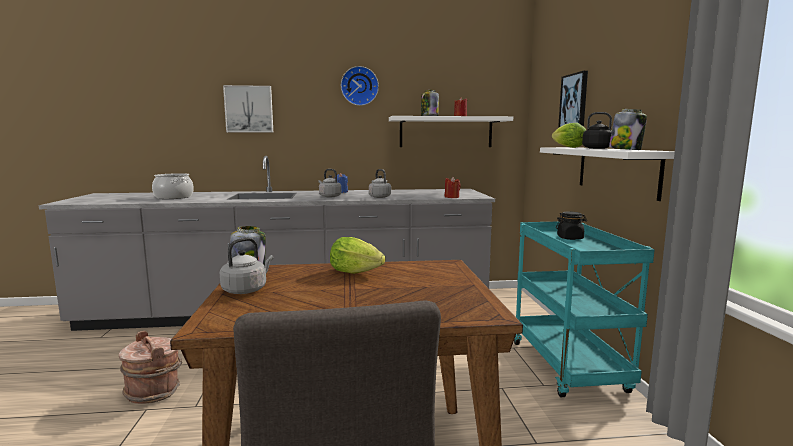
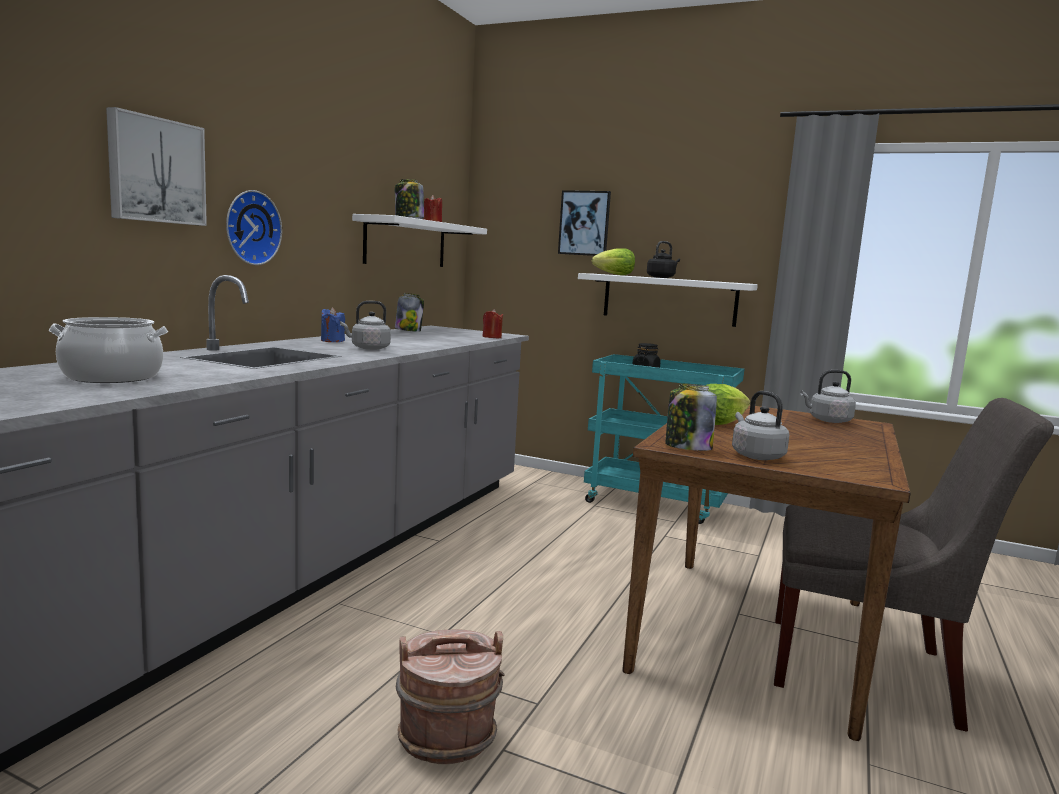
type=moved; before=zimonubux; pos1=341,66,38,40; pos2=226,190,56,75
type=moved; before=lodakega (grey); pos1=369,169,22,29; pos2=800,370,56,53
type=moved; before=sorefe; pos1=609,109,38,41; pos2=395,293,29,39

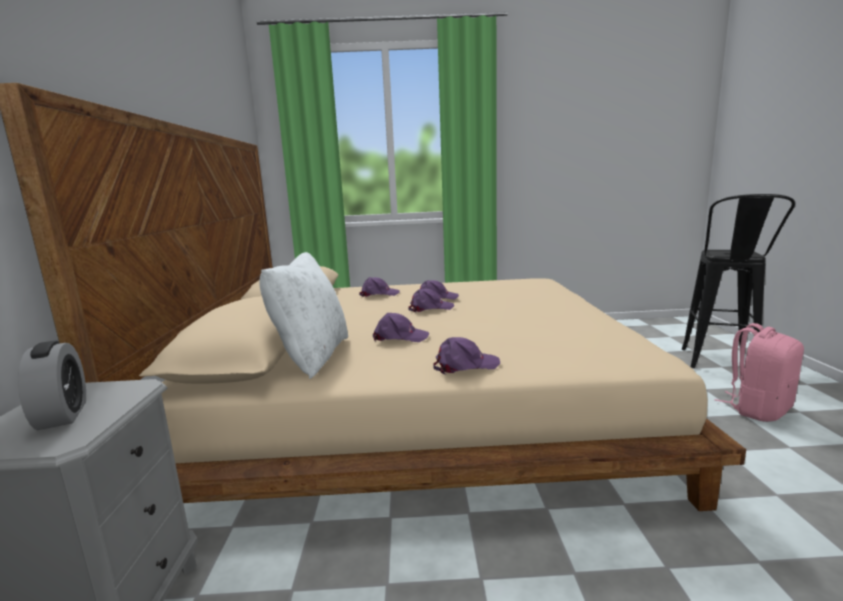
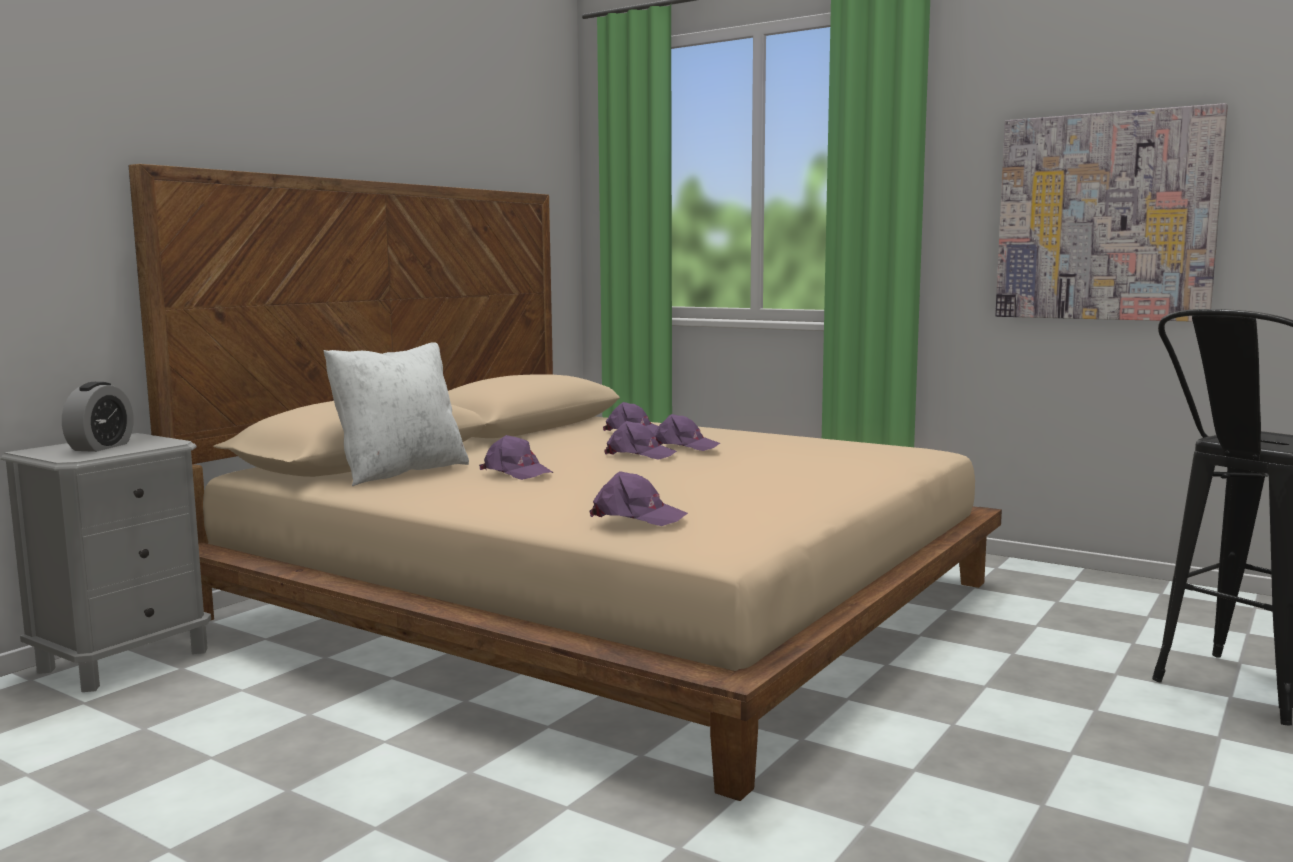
type=moved; before=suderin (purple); pos1=433,337,67,37; pos2=589,471,99,55
type=removed; before=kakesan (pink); pos1=714,323,90,99
type=added; after=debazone; pos2=995,103,233,219

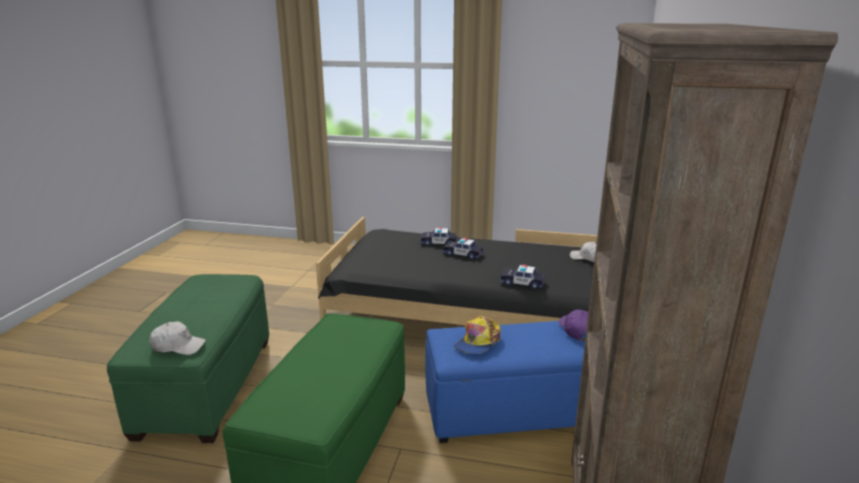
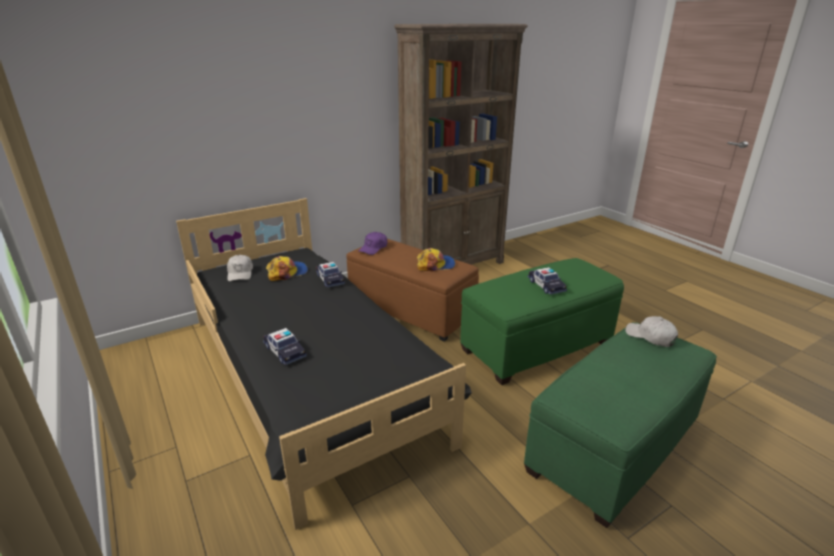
type=recoloured; before=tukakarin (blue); after=tukakarin (brown); pos1=425,321,161,122; pos2=346,239,133,103
type=moved; before=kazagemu; pos1=443,238,41,21; pos2=528,267,39,28
type=added; after=suderin; pos2=266,256,42,25

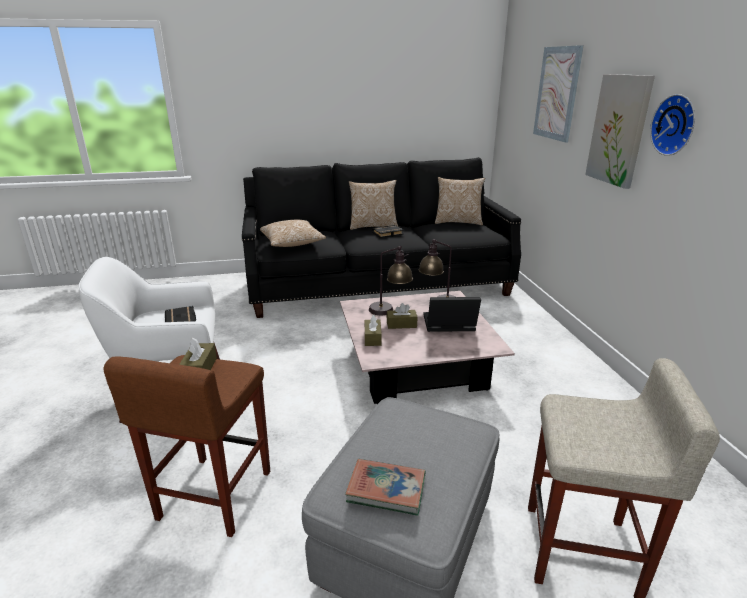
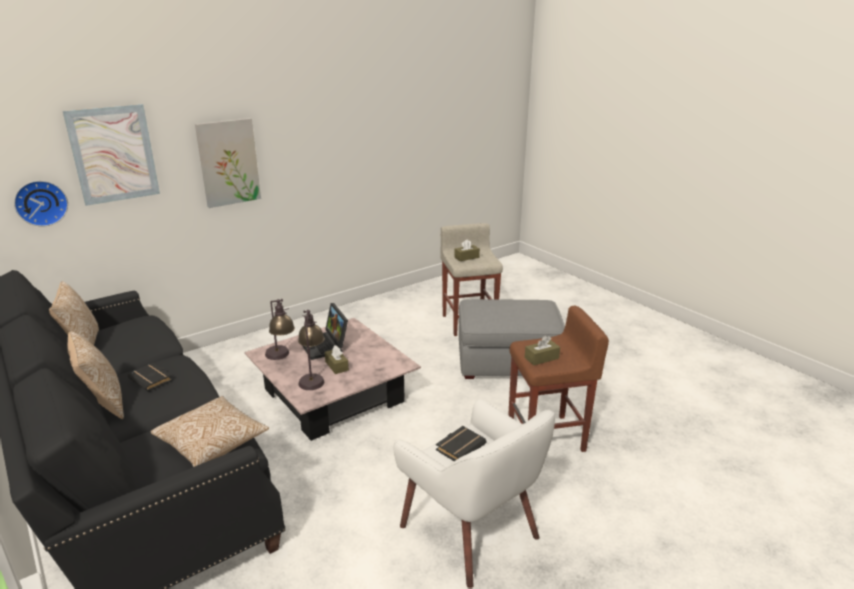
type=removed; before=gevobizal; pos1=345,459,80,57
type=moved; before=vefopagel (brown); pos1=365,315,17,31; pos2=454,239,26,22
type=moved; before=zimonubux; pos1=650,94,45,62; pos2=14,181,54,45

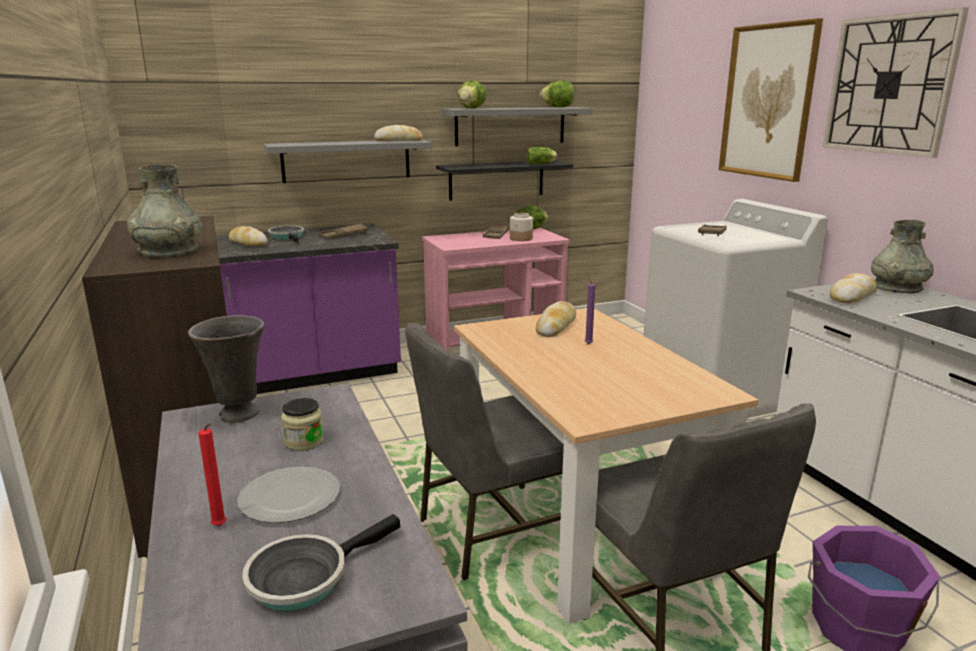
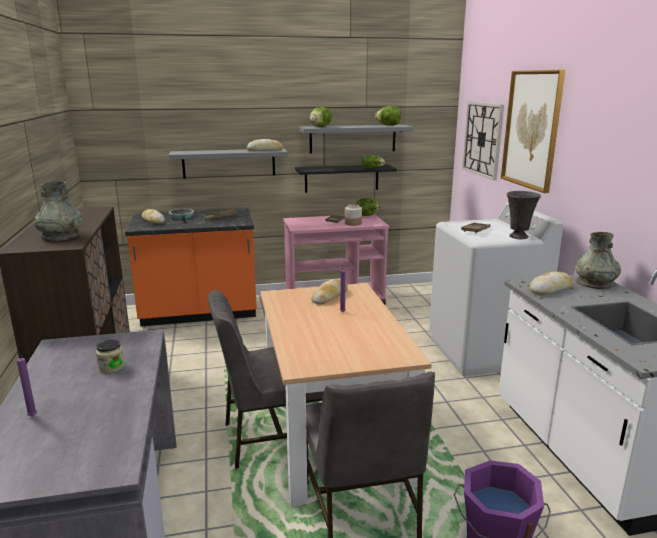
type=moved; before=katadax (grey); pos1=188,315,77,108; pos2=507,191,34,48
type=recoloured; before=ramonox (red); after=ramonox (purple); pos1=198,423,29,103; pos2=17,355,20,62
type=recoloured; before=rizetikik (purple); after=rizetikik (orange); pos1=216,224,185,170; pos2=125,208,132,118
type=removed; before=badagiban; pos1=237,467,103,56
type=removed; before=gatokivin; pos1=242,514,158,98
type=moved; before=zimonubux; pos1=823,7,146,151; pos2=462,102,42,78

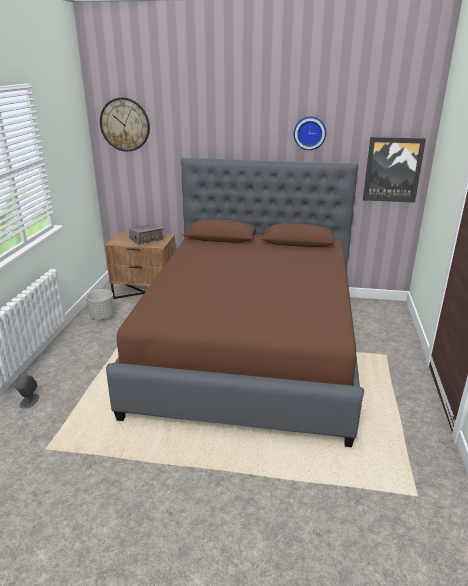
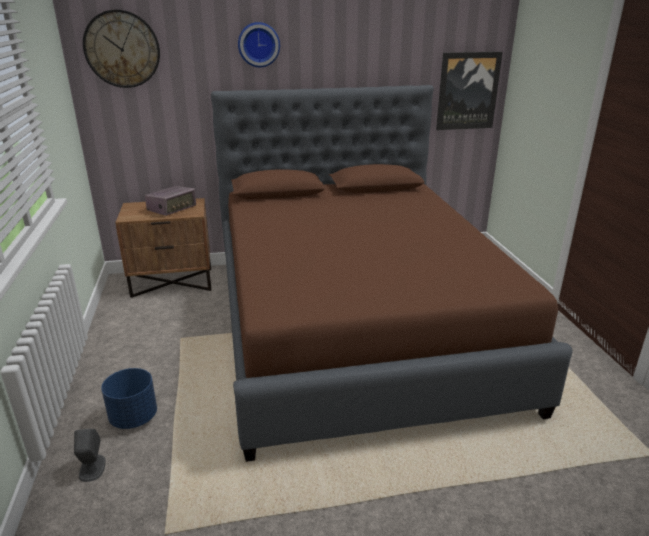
type=removed; before=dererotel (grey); pos1=86,289,29,30
type=moved; before=zimonubux; pos1=294,116,32,34; pos2=238,22,42,45
type=added; after=dererotel (blue); pos2=101,368,56,61

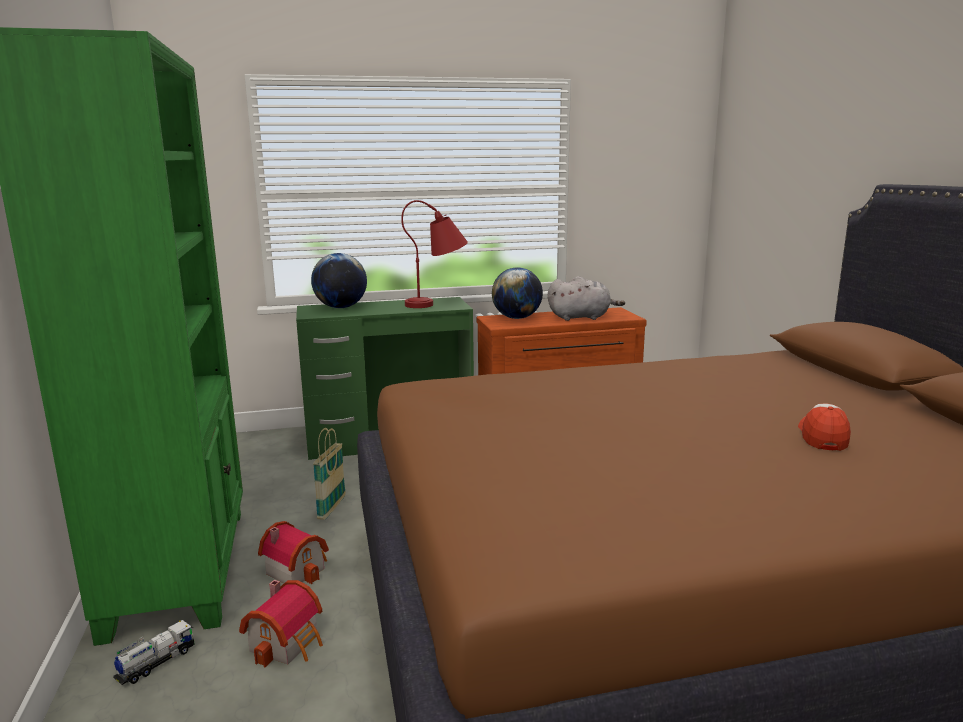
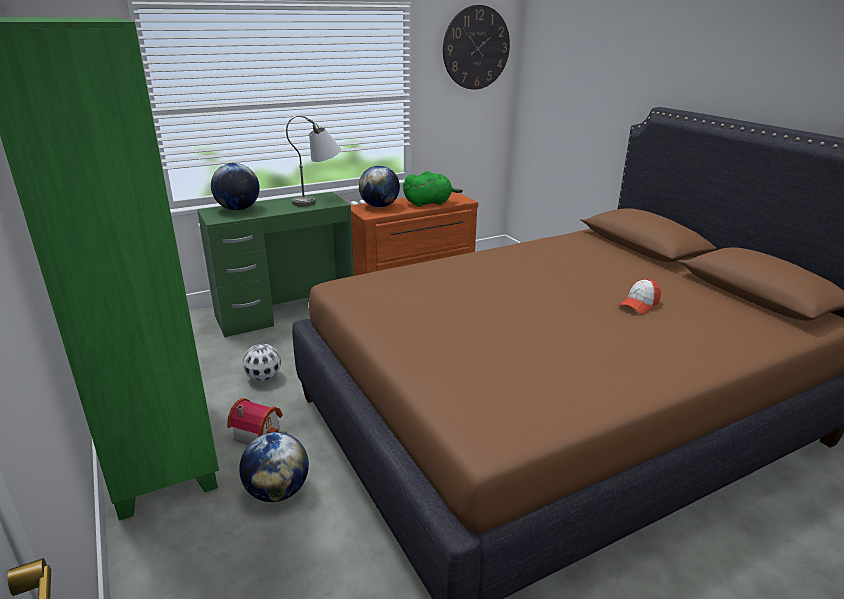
type=removed; before=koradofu; pos1=113,620,82,65
type=replaced; before=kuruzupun; after=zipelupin; pos1=239,580,84,87; pos2=239,432,70,70
type=replaced; before=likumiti; after=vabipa; pos1=313,428,33,92; pos2=242,344,39,37
type=recoloured; before=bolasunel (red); after=bolasunel (grey); pos1=401,200,67,108; pos2=286,115,55,92
type=recoloured; before=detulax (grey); after=detulax (green); pos1=548,276,77,45; pos2=403,171,60,36
type=turned; before=suderin; pos1=798,404,53,47; pos2=619,279,42,35; turn=-135
type=added; after=zimonubux; pos2=443,5,67,85

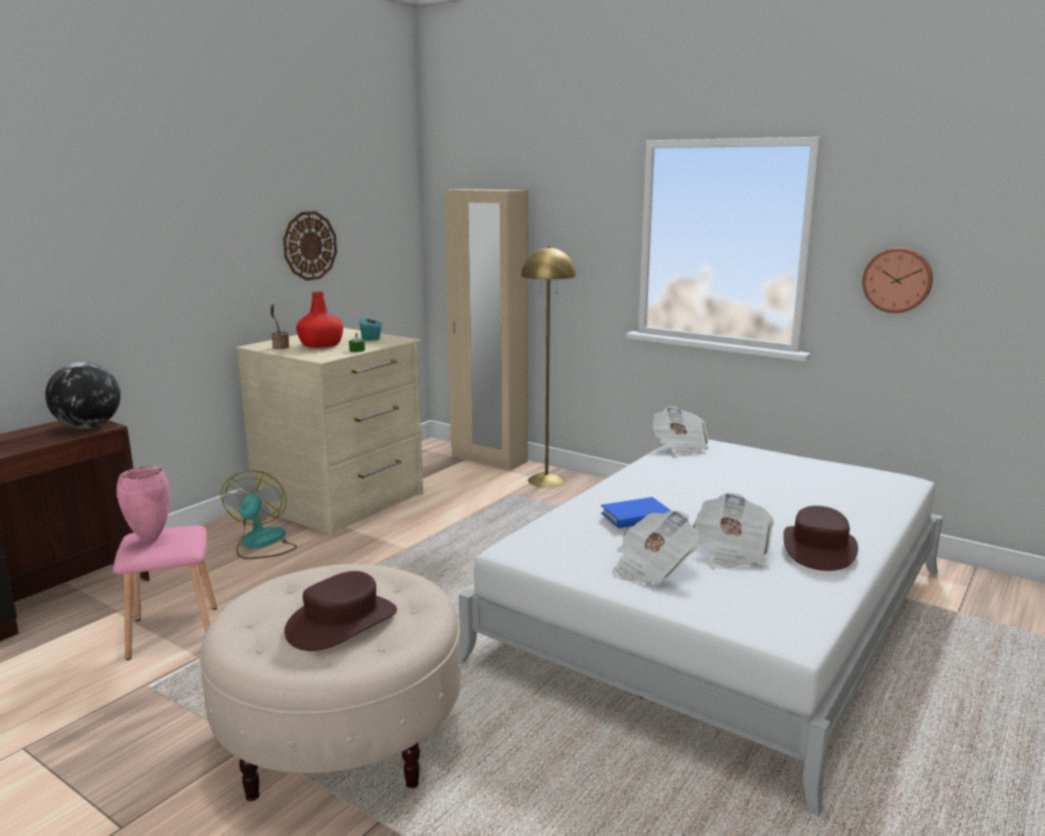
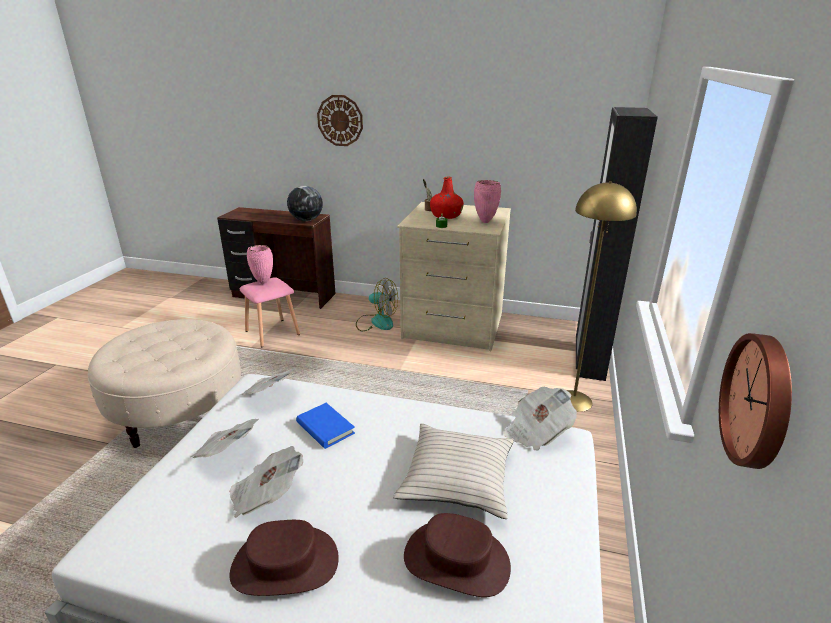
type=turned; before=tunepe; pos1=221,470,76,89; pos2=356,278,42,53; turn=45
type=moved; before=zimonubux; pos1=283,211,54,70; pos2=317,95,46,51
type=moved; before=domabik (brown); pos1=284,571,113,80; pos2=404,513,107,84
type=replaced; before=vefopagel (turquoise); after=katadax (pink); pos1=360,313,22,27; pos2=474,180,27,43
type=recoloured; before=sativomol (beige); after=sativomol (black); pos1=444,189,84,281; pos2=576,107,82,274
type=added; after=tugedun; pos2=240,368,56,28
type=added; after=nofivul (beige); pos2=393,423,121,96

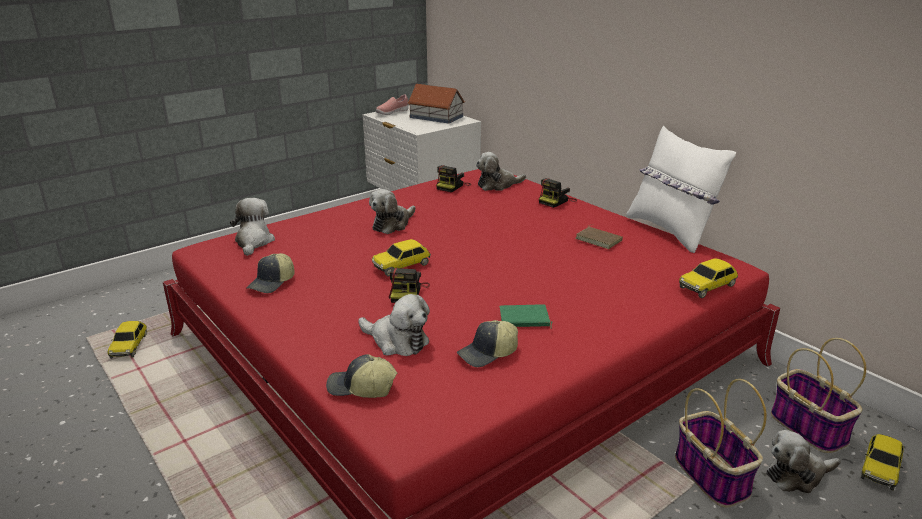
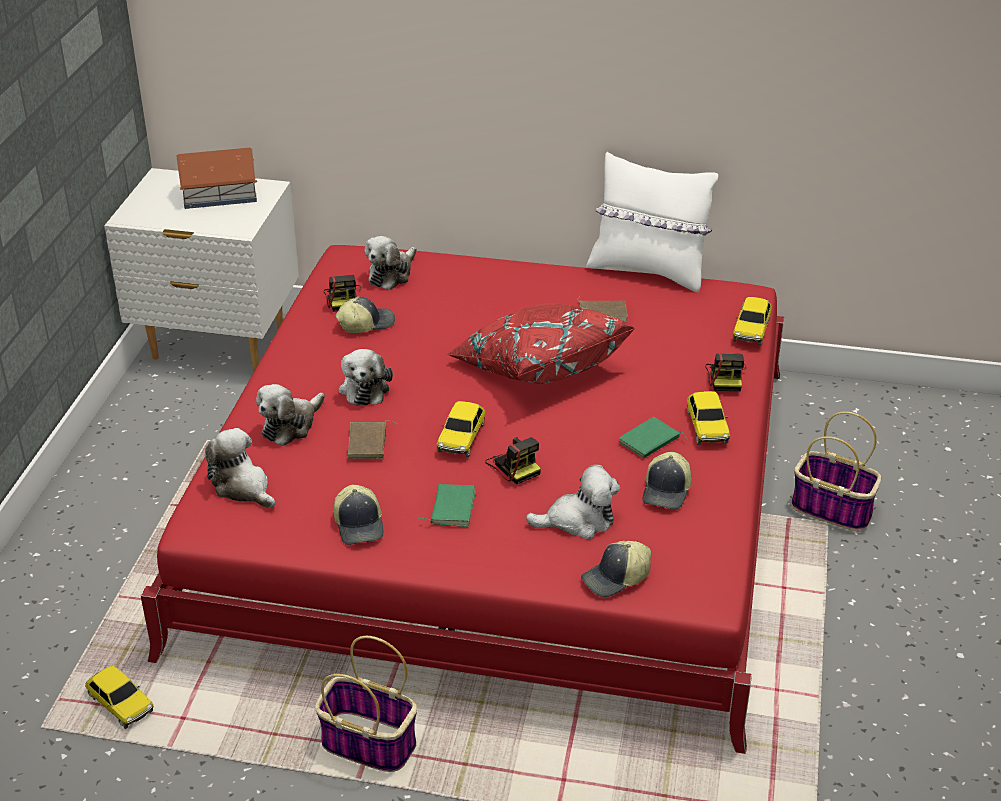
type=removed; before=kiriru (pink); pos1=376,94,33,21
type=moved; before=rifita; pos1=539,178,38,30; pos2=705,353,41,38
type=moved; before=detulax; pos1=766,430,75,63; pos2=256,384,69,62
type=moved; before=likumiti; pos1=771,338,95,115; pos2=315,636,102,136
type=moved; before=kazagemu; pos1=861,434,43,56; pos2=687,391,43,54
type=added; after=suderin; pos2=335,296,60,37
type=added; after=gevobizal (brown); pos2=347,420,51,39
type=added; after=gevobizal (green); pos2=419,484,57,43
type=added; after=nofivul (red); pos2=447,303,189,81

